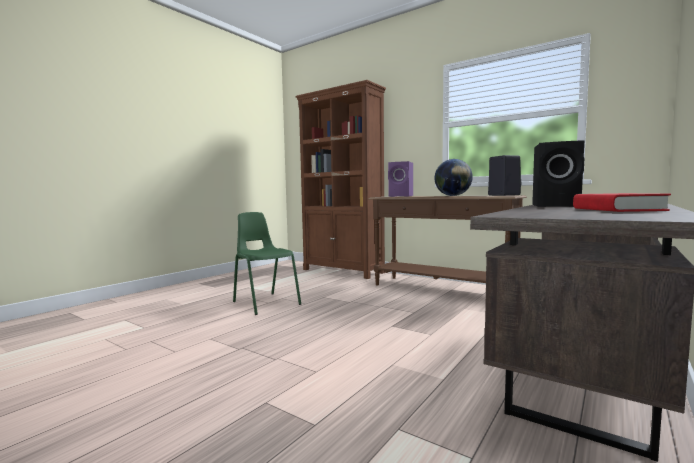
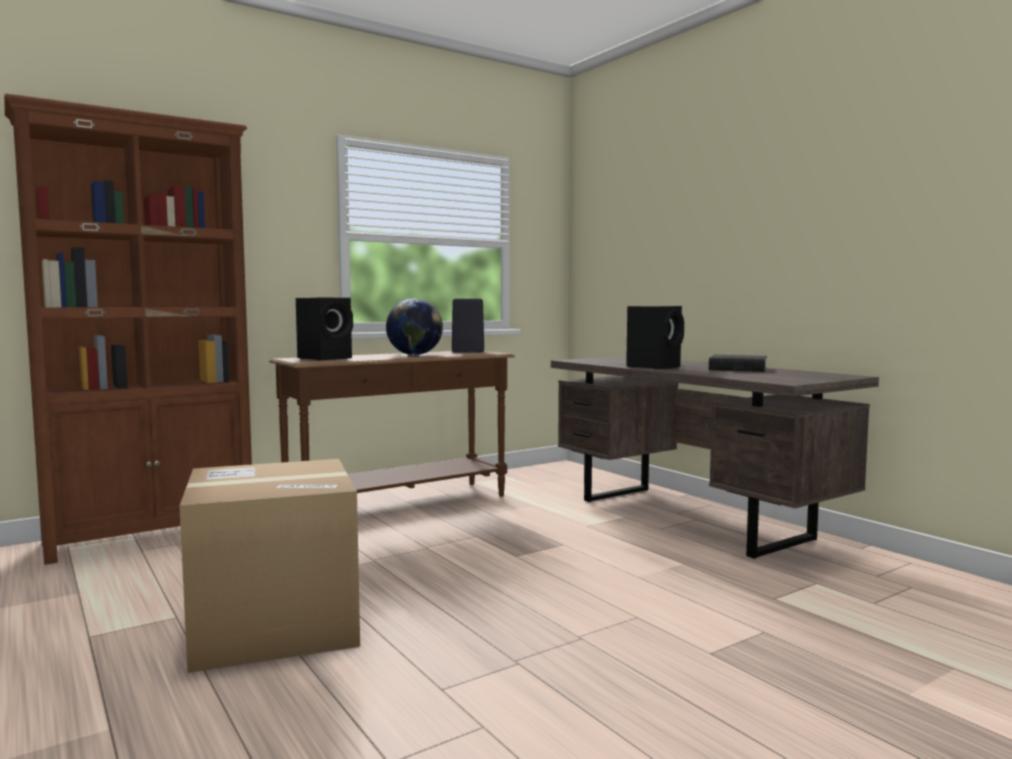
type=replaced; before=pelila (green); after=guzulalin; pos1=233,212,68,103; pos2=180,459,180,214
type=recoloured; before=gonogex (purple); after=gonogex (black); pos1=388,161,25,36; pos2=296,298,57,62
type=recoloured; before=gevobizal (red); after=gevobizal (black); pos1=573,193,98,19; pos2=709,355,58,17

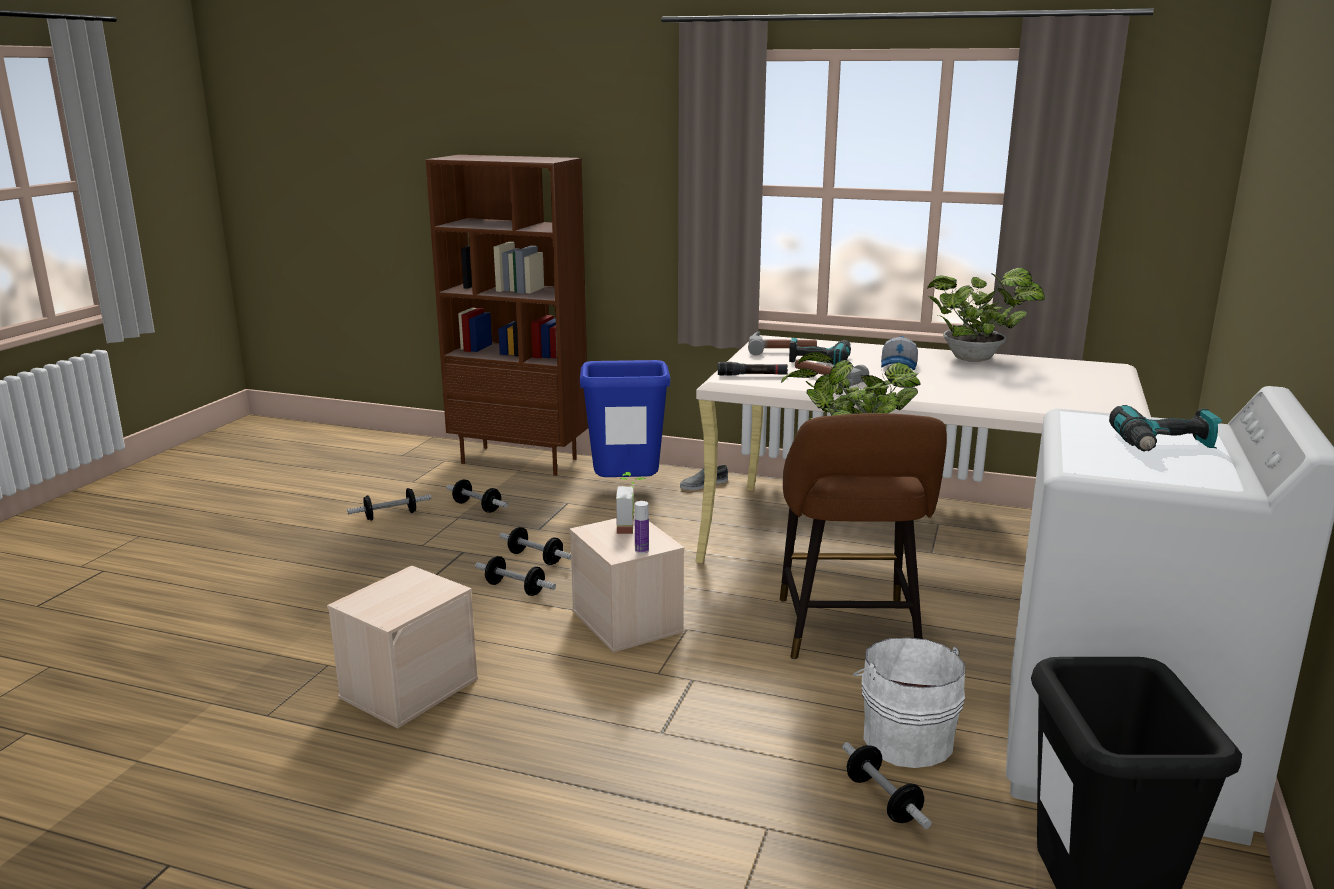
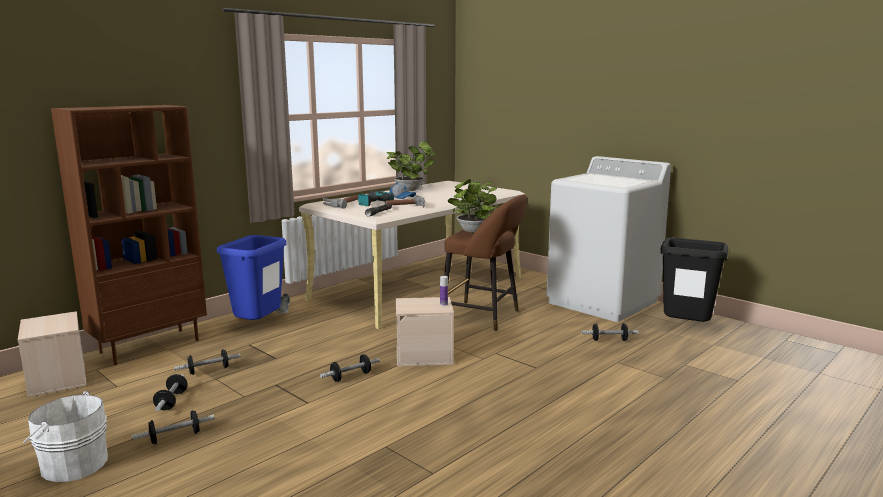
type=moved; before=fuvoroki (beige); pos1=327,566,151,163; pos2=18,311,68,86
type=moved; before=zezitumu; pos1=500,527,71,38; pos2=131,410,83,34
type=removed; before=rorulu; pos1=616,472,30,62
type=moved; before=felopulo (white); pos1=853,637,112,131; pos2=23,391,85,91
type=removed; before=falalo; pos1=1109,405,113,47

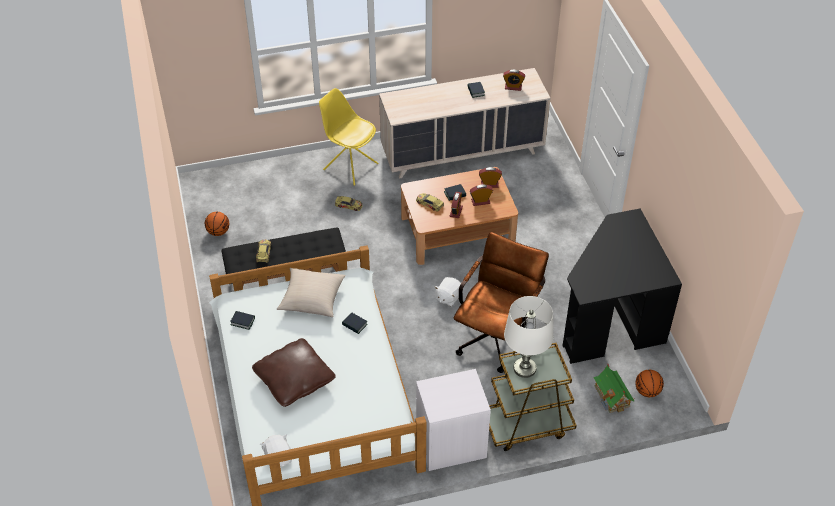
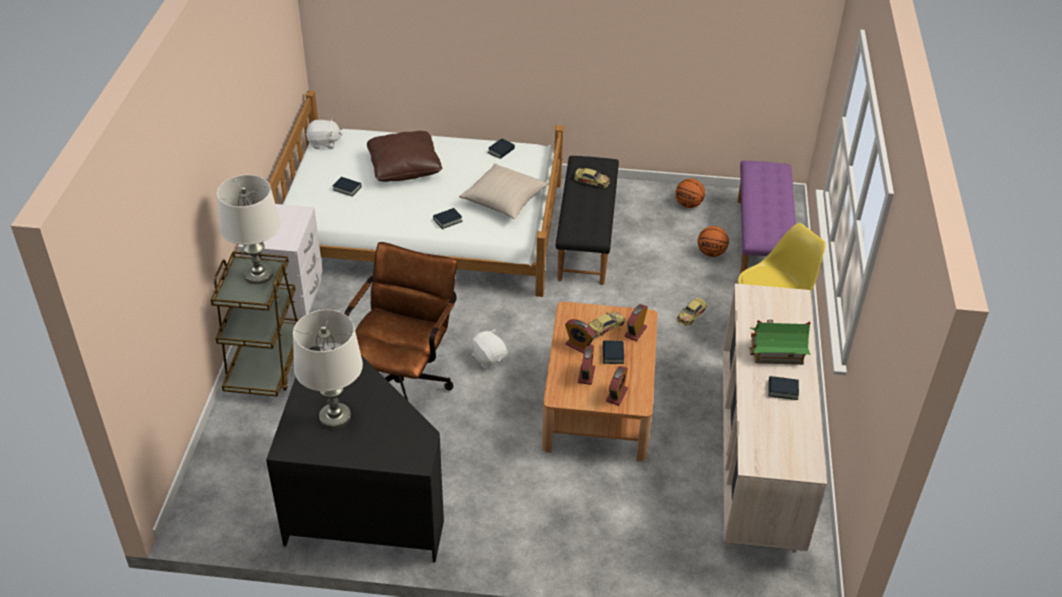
type=turned; before=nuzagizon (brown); pos1=454,232,95,141; pos2=344,242,113,159; turn=-120
type=moved; before=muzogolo; pos1=503,70,22,21; pos2=625,304,23,37
type=moved; before=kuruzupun; pos1=593,364,42,49; pos2=749,320,62,45
type=moved; before=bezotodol; pos1=635,370,29,27; pos2=698,226,31,31
type=added; after=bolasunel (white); pos2=293,310,70,119
type=added; after=gevobizal; pos2=333,177,28,20
type=added; after=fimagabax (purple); pos2=737,161,59,113

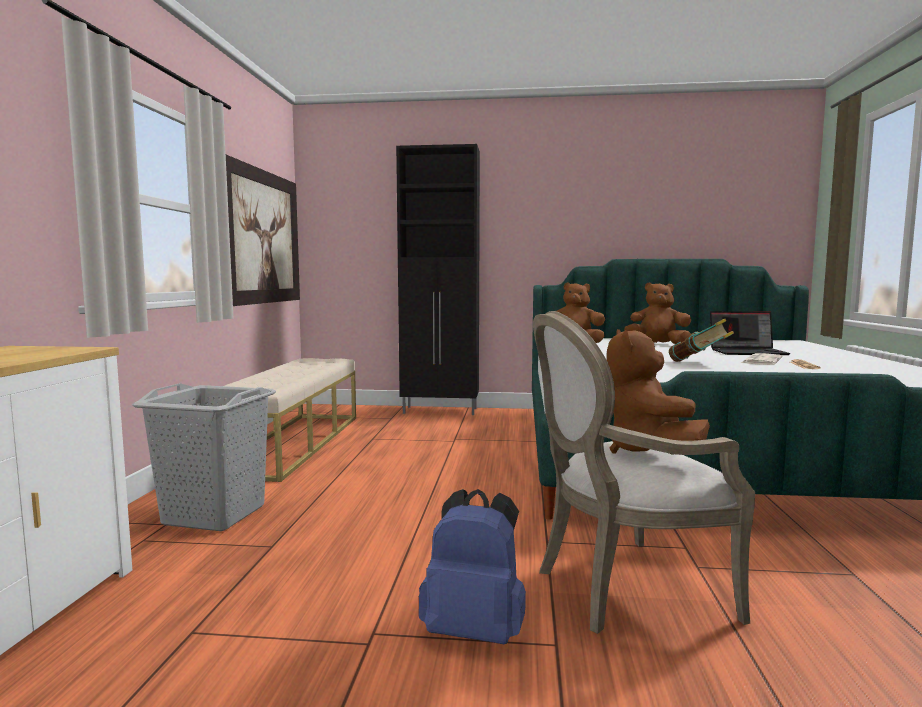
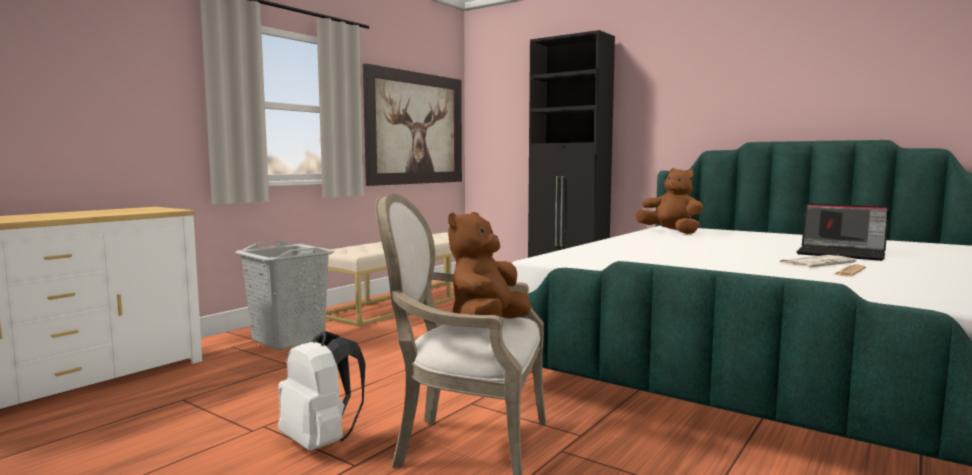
type=recoloured; before=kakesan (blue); after=kakesan (white); pos1=419,489,107,155; pos2=278,331,88,120
type=removed; before=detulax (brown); pos1=624,282,67,62
type=removed; before=gevobizal; pos1=669,319,65,43

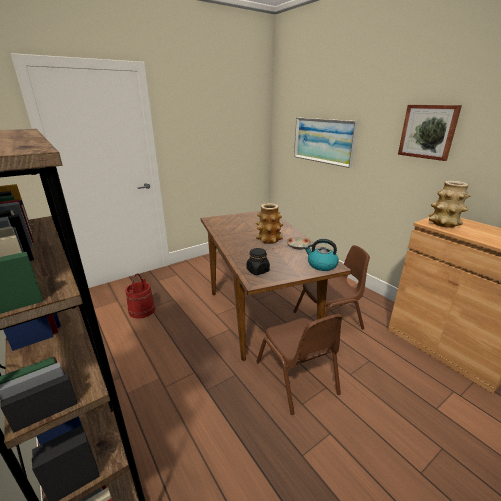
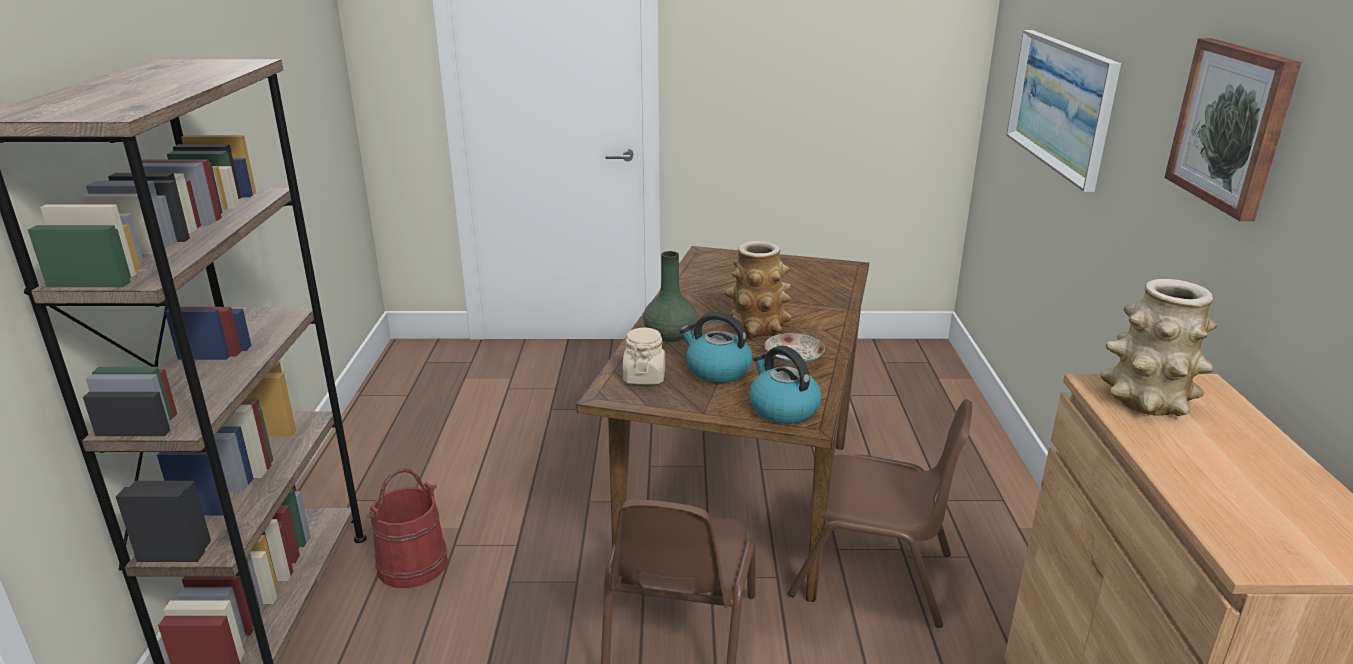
type=moved; before=felopulo (red); pos1=126,273,29,46; pos2=366,468,82,120
type=recoloured; before=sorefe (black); after=sorefe (beige); pos1=247,248,23,27; pos2=623,328,42,57
type=added; after=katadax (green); pos2=643,251,54,91
type=added; after=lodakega; pos2=680,312,73,71

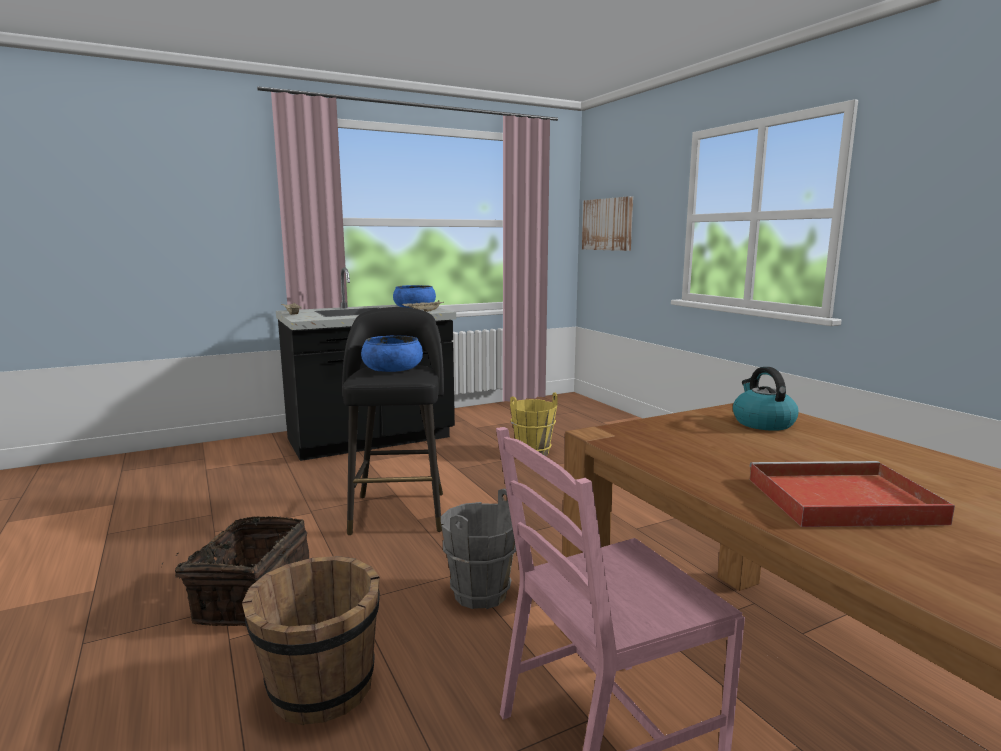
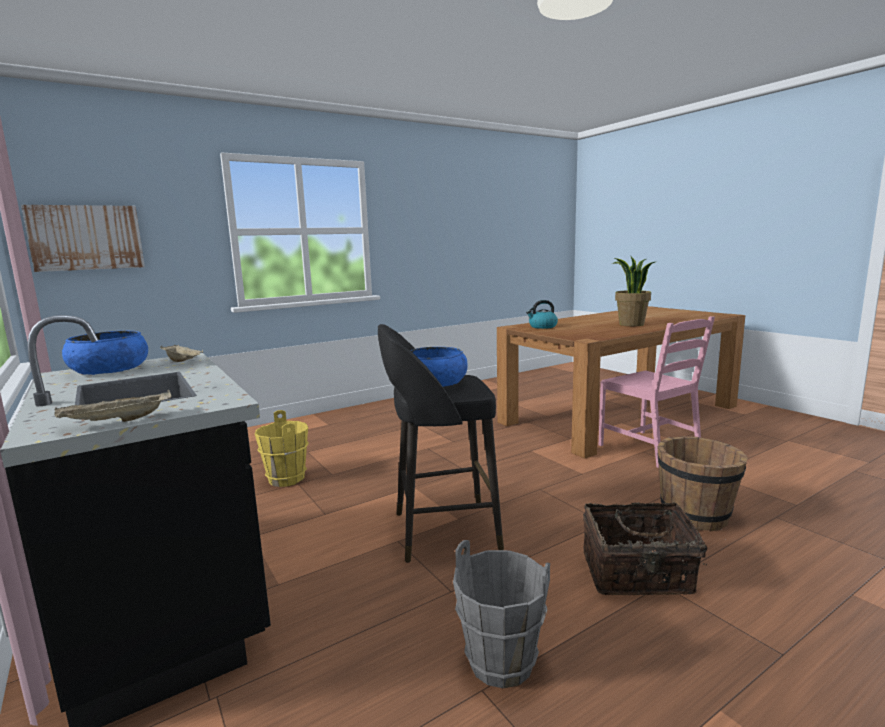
type=moved; before=felopulo (grey); pos1=441,489,75,120; pos2=453,540,97,148
type=replaced; before=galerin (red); after=rorulu; pos1=749,461,206,66; pos2=612,257,45,69

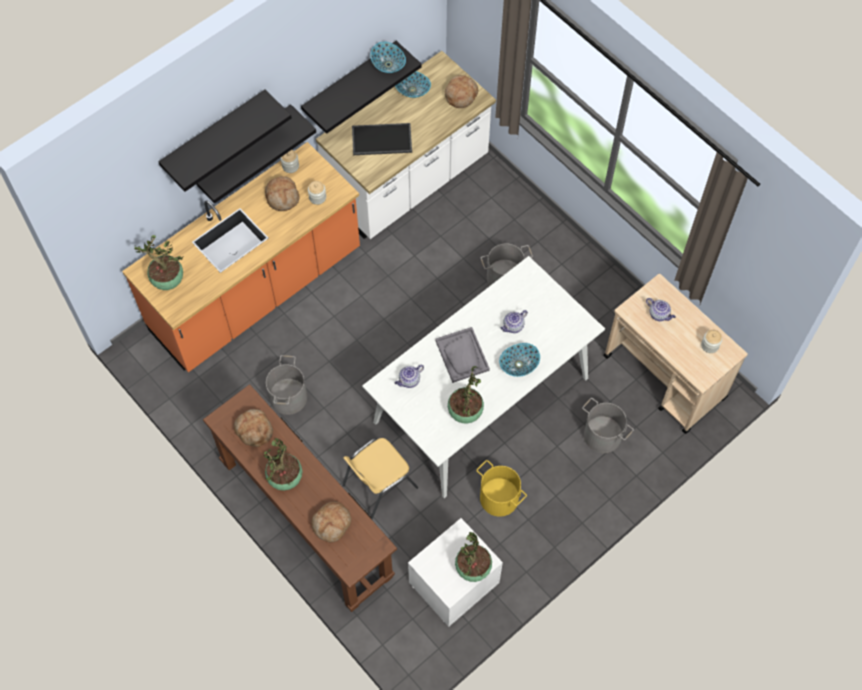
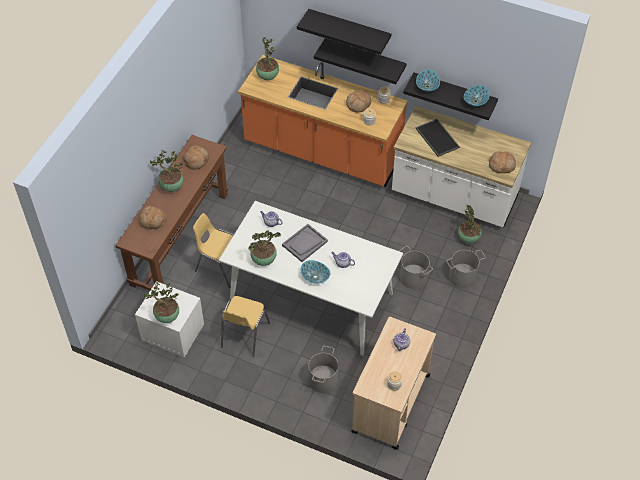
type=moved; before=felopulo (grey); pos1=266,355,41,60; pos2=446,250,40,38
type=moved; before=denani; pos1=395,71,36,27; pos2=416,70,24,22
type=replaced; before=felopulo (yellow); after=pelila (yellow); pos1=476,460,51,57; pos2=221,296,49,61
type=added; after=rorulu; pos2=458,205,24,38

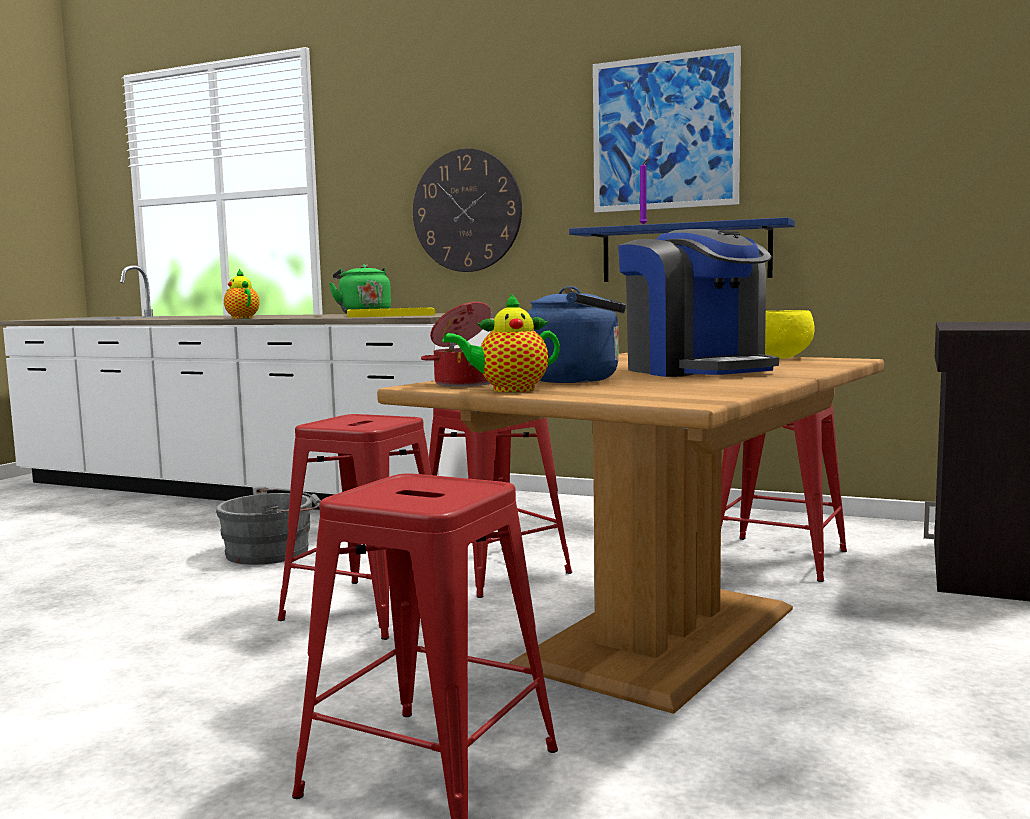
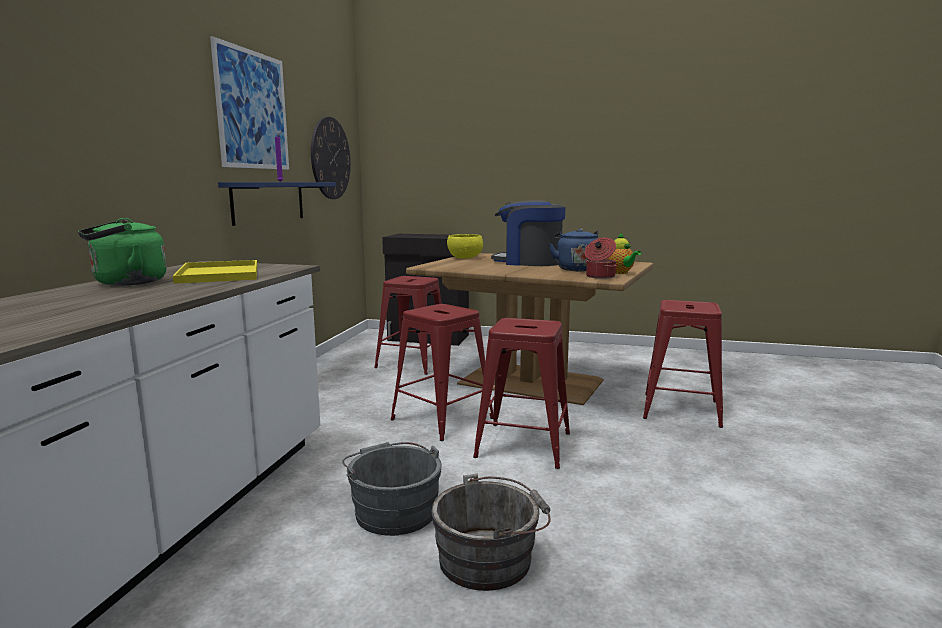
type=removed; before=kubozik; pos1=224,269,36,50
type=moved; before=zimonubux; pos1=413,149,109,123; pos2=311,117,40,82
type=turned; before=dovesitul; pos1=618,229,161,148; pos2=491,200,74,66; turn=-120
type=added; after=felopulo (grey); pos2=431,474,120,117

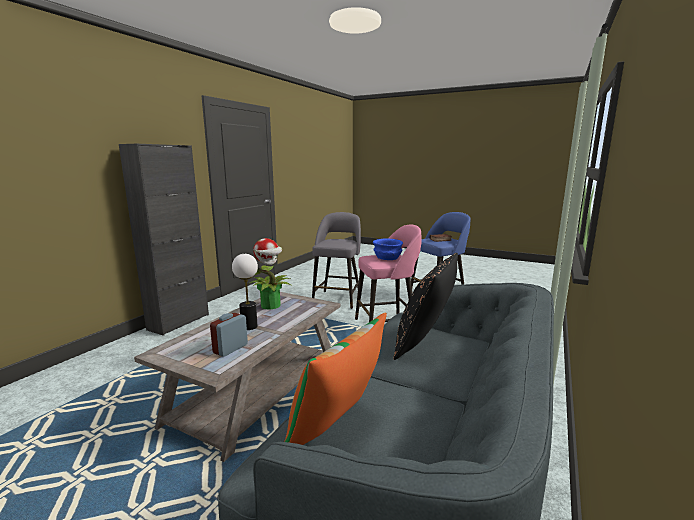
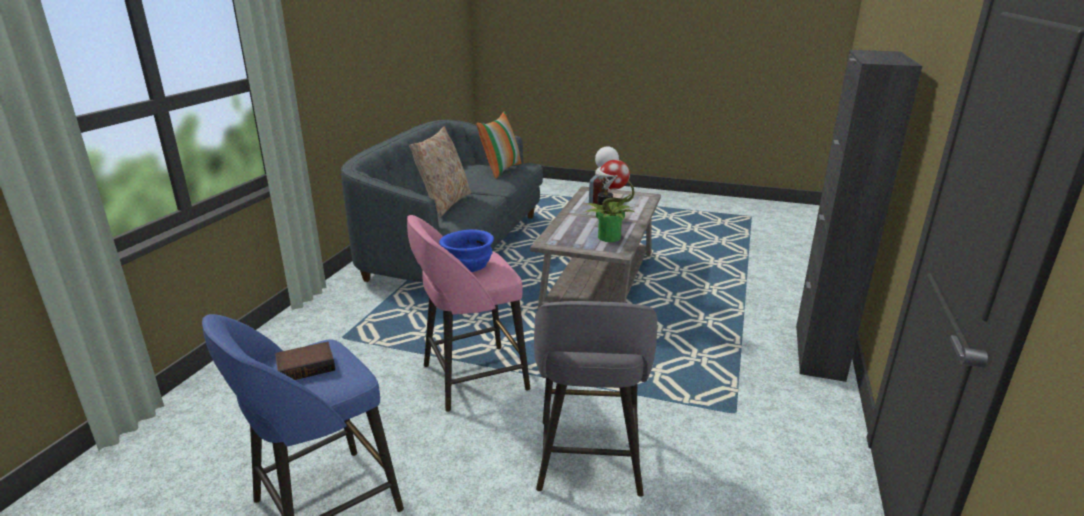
type=recoloured; before=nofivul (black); after=nofivul (beige); pos1=394,253,64,107; pos2=409,127,62,90

